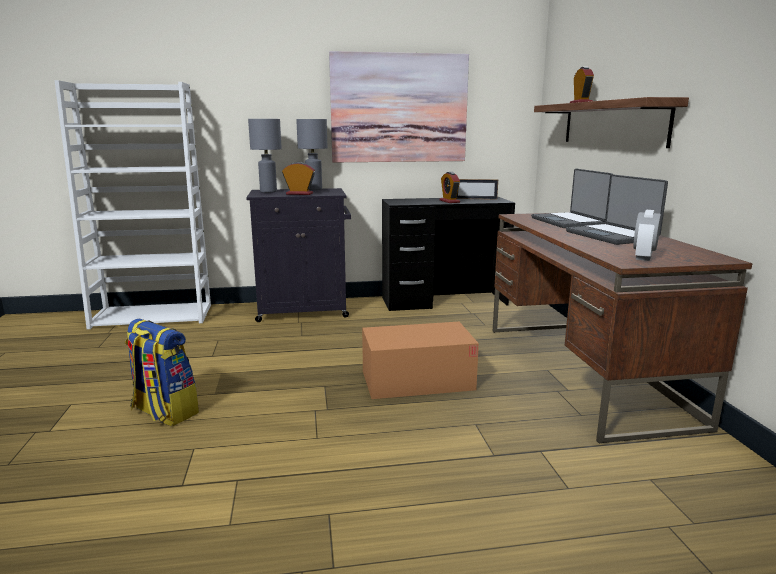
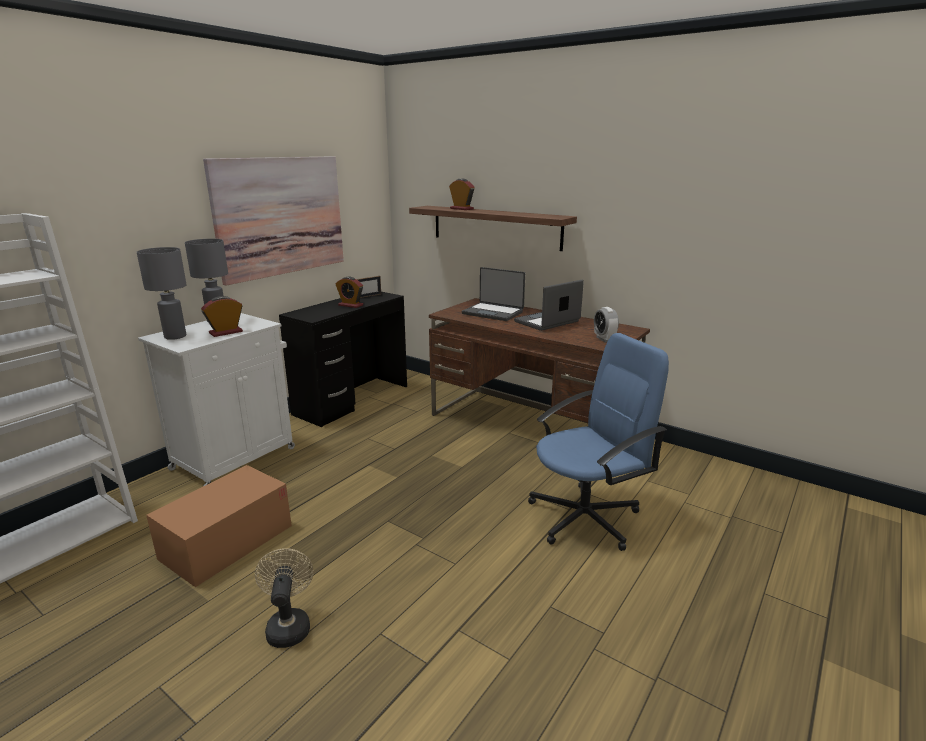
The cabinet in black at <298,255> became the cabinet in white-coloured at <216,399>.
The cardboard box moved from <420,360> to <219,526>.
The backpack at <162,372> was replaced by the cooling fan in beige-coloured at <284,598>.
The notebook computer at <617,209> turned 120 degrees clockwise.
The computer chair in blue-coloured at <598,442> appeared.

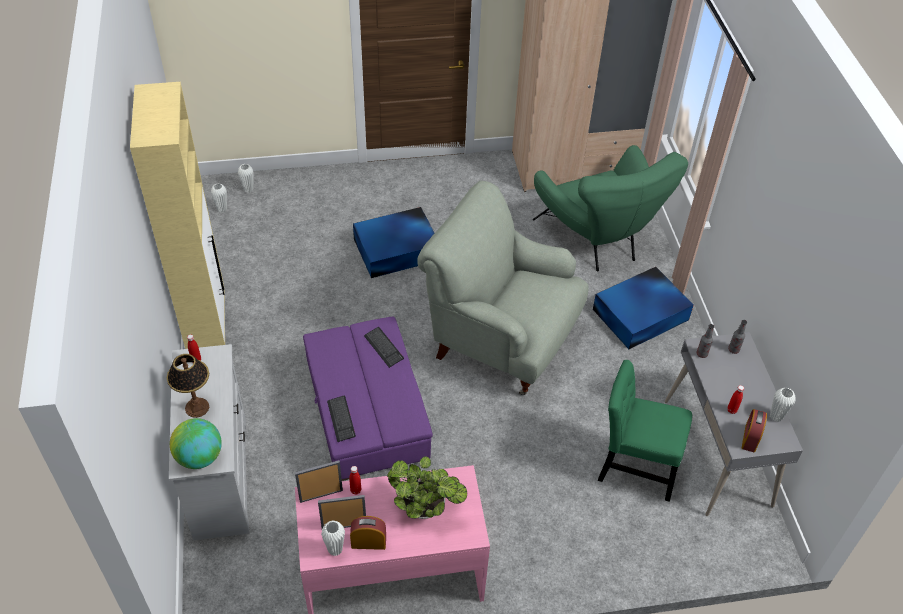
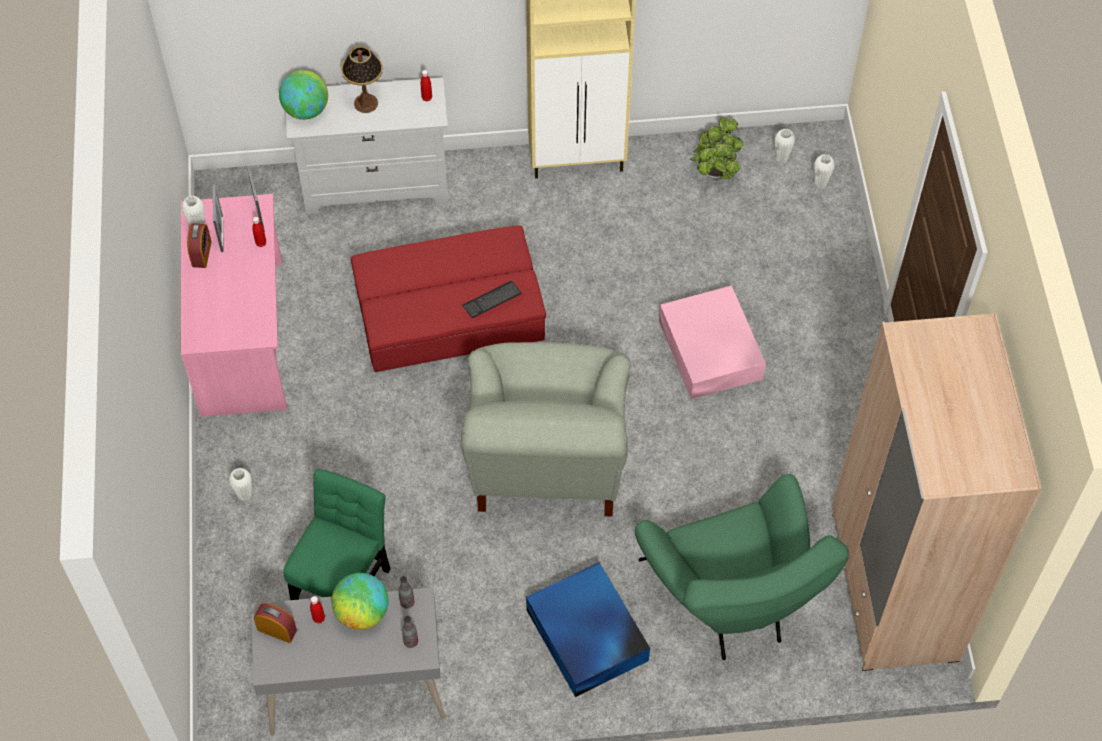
The decorative vase in white-coloured moved from <783,404> to <240,484>.
The world globe at <360,601> appeared.
The pouffe in purplish at <368,398> became the pouffe in red-coloured at <448,298>.
The easy chair in grey at <503,288> turned 150 degrees clockwise.
The easy chair in green at <610,208> turned 90 degrees counterclockwise.
The storage container in blue-coloured at <393,242> became the storage container in pink at <712,342>.
The potted plant moved from <427,487> to <716,148>.
The PC keyboard at <341,418> disappeared.

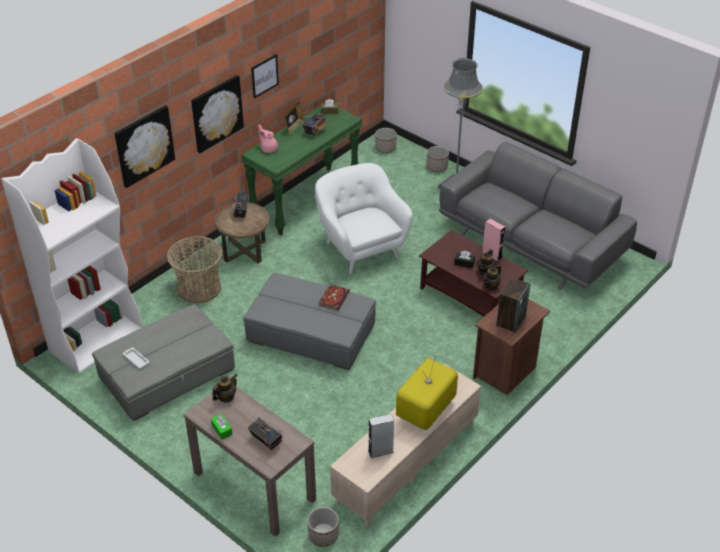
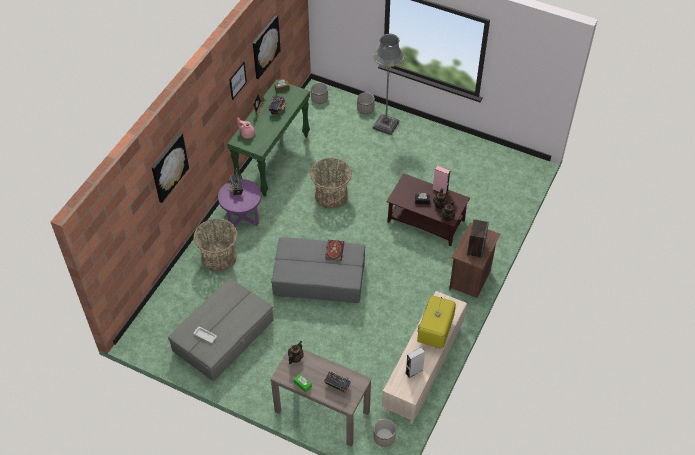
The side table in brown at <242,233> became the side table in purplish at <239,203>.
The picture moved from <217,114> to <267,47>.
The easy chair in white-coloured at <364,218> was replaced by the storage basket at <331,183>.
The shelving unit in white-coloured at <72,256> disappeared.
The sofa in grey at <538,216> disappeared.

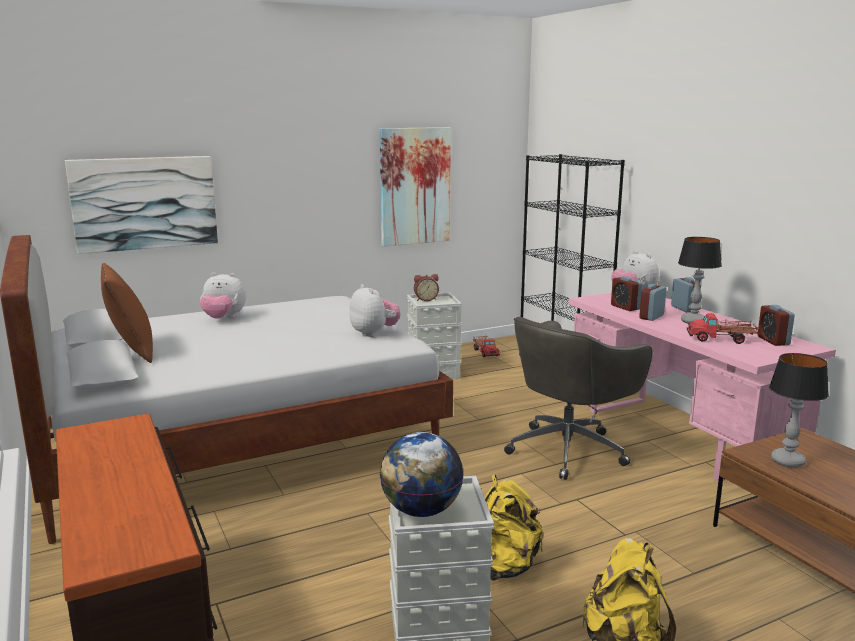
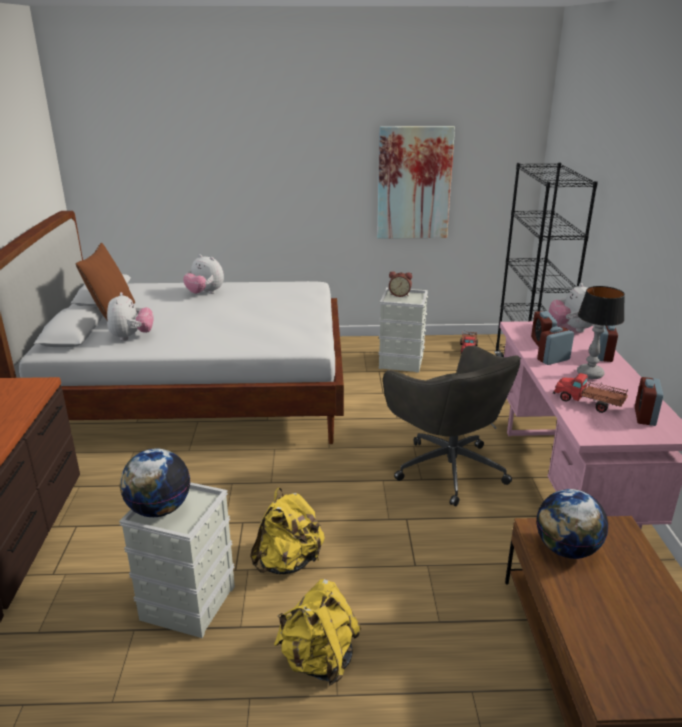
The plush toy moved from <374,310> to <130,316>.
The computer chair in grey at <578,398> turned 105 degrees counterclockwise.
The lamp for a table at <799,410> was replaced by the world globe at <572,524>.
The picture at <141,205> disappeared.

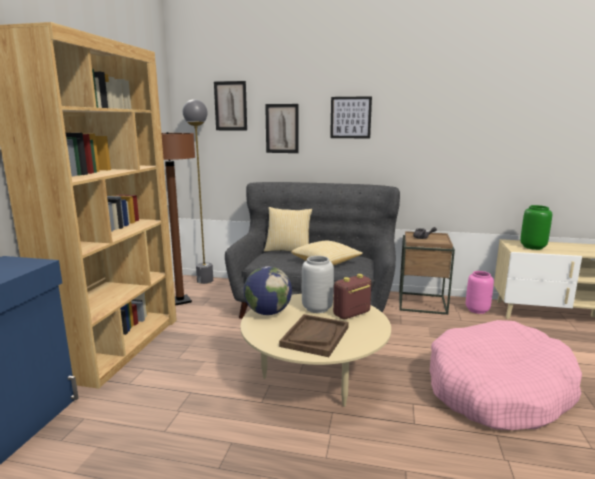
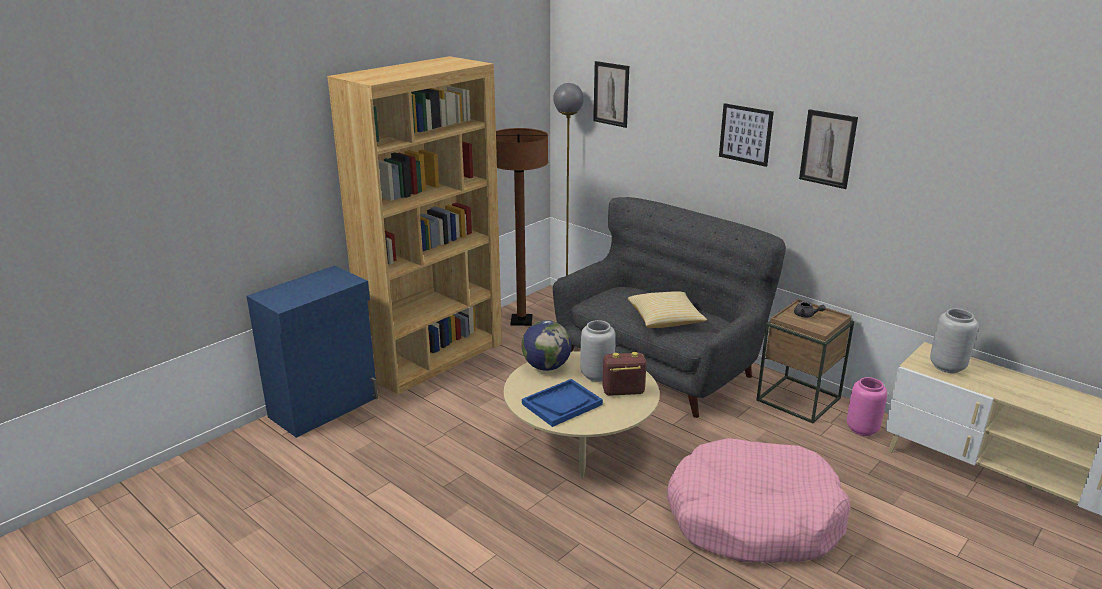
The tray in brown at <314,335> became the tray in blue-coloured at <562,403>.
The picture moved from <282,128> to <828,149>.
The decorative vase in green at <536,227> became the decorative vase in grey at <954,340>.
The pillow at <288,229> disappeared.

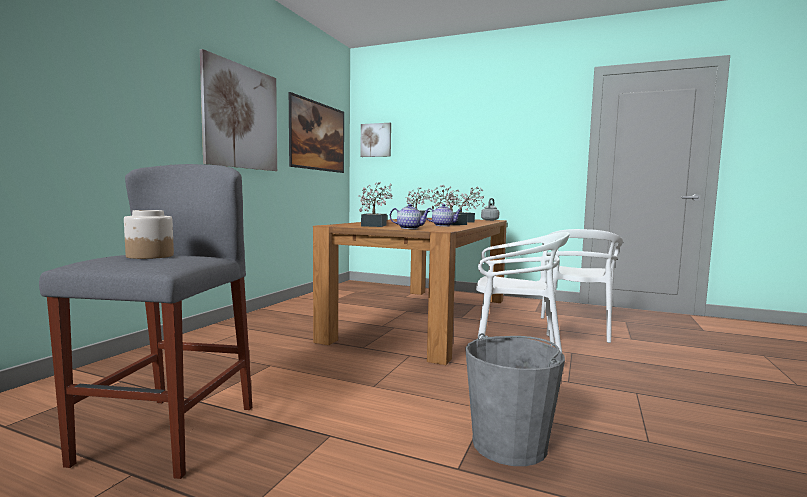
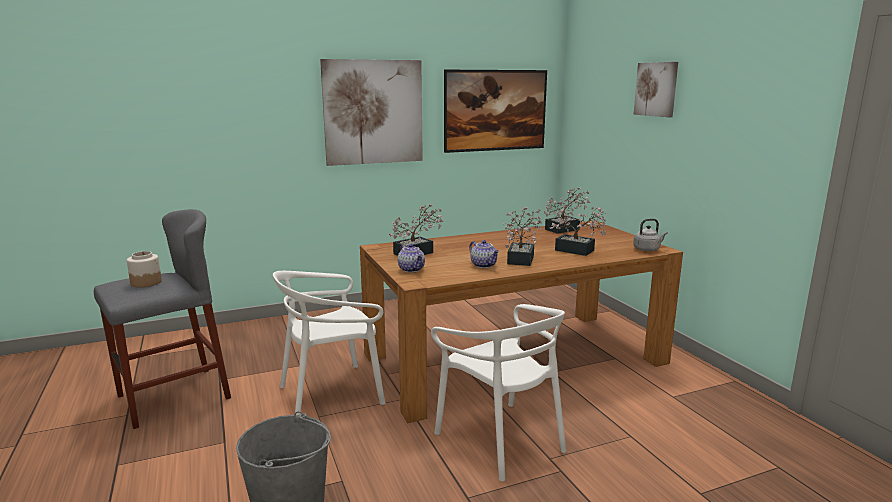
The plain chair in white-coloured moved from <582,286> to <329,343>.
The picture moved from <375,140> to <655,89>.

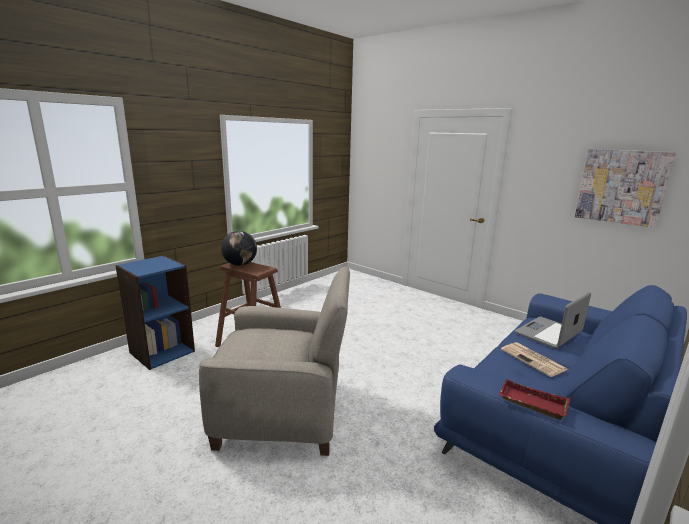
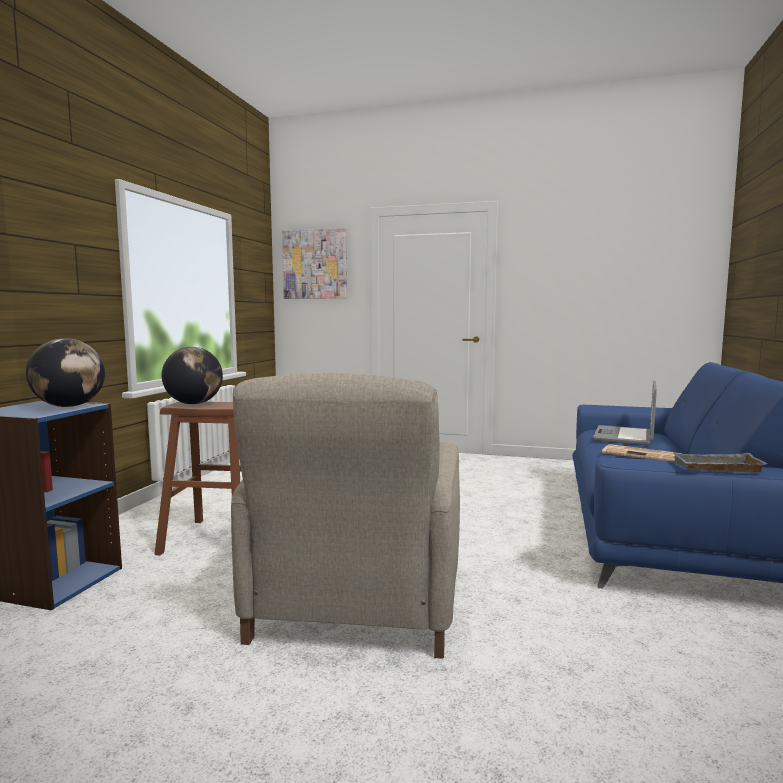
The world globe at <65,372> appeared.
The easy chair in beige-coloured at <274,361> turned 120 degrees clockwise.
The picture moved from <625,188> to <314,263>.
The tray in red-coloured at <534,399> became the tray in grey at <720,462>.

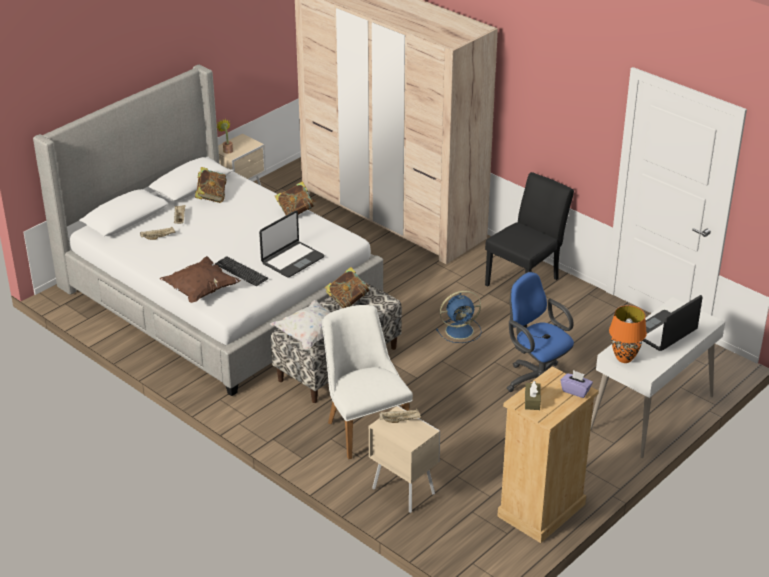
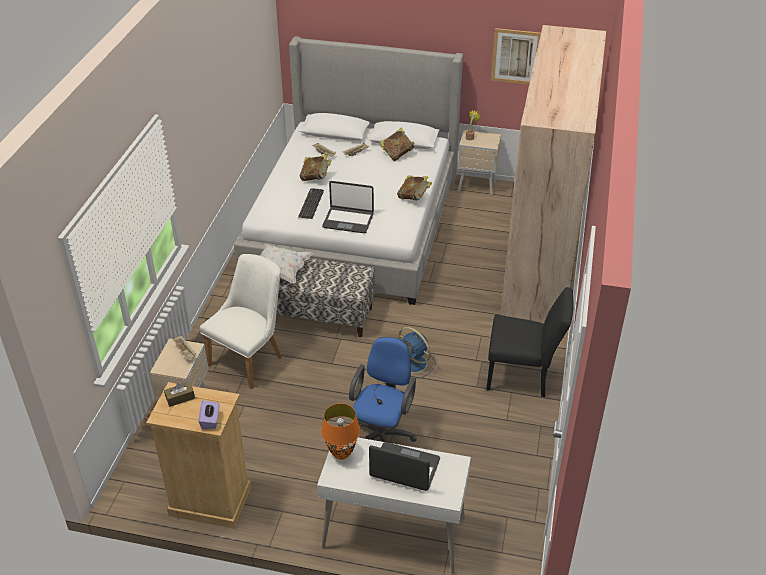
The book moved from <347,287> to <315,168>.
The picture at <516,56> appeared.
The pillow in brown at <200,279> disappeared.

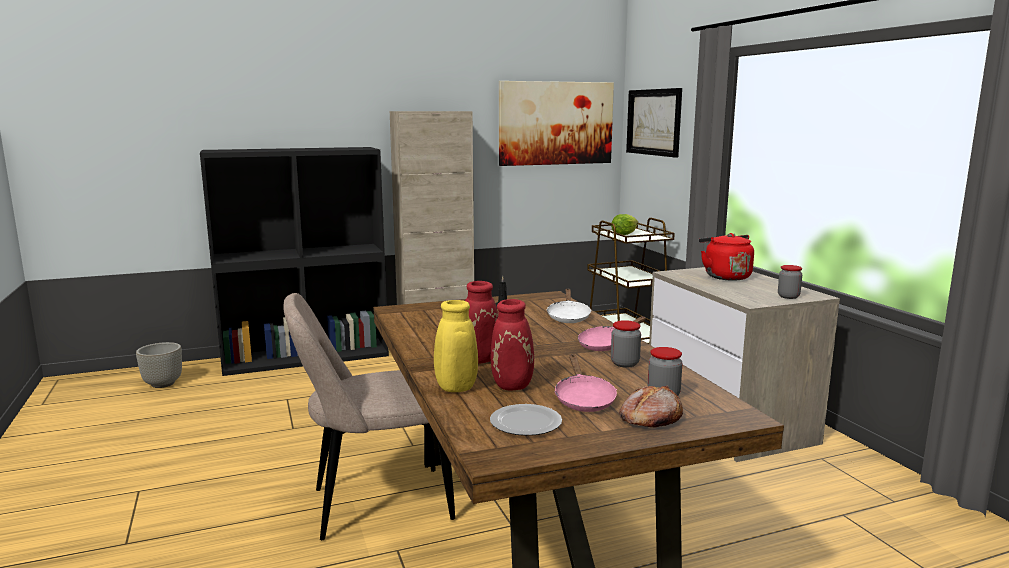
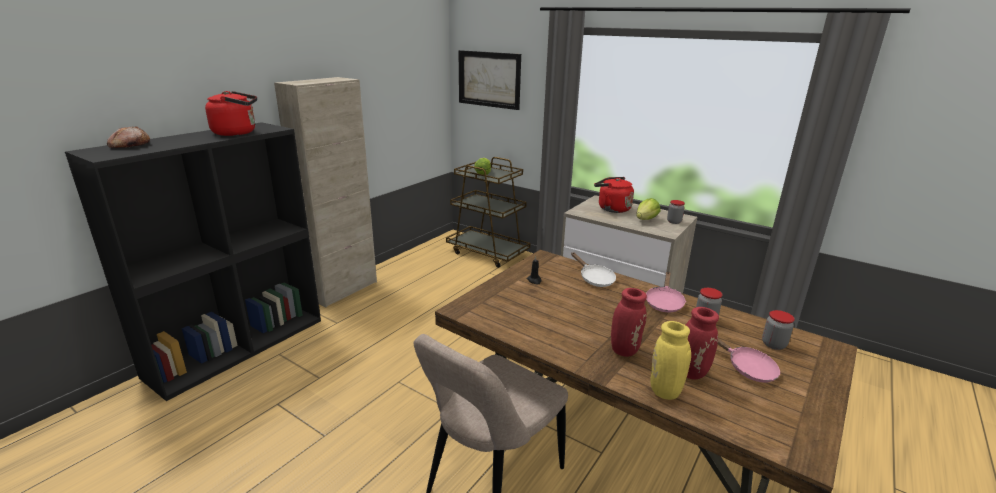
The bread moved from <651,406> to <128,137>.
The water kettle in red-coloured at <231,113> appeared.
The lettuce head at <648,209> appeared.
The planter in grey at <159,365> disappeared.
The plate at <526,420> disappeared.
The picture at <556,123> disappeared.

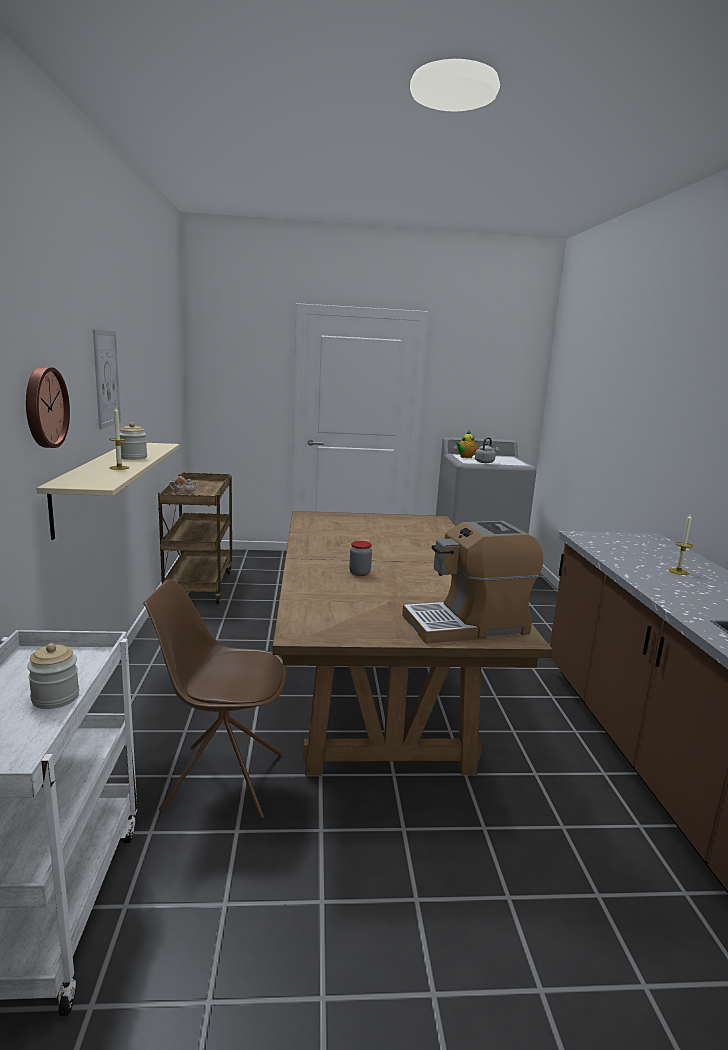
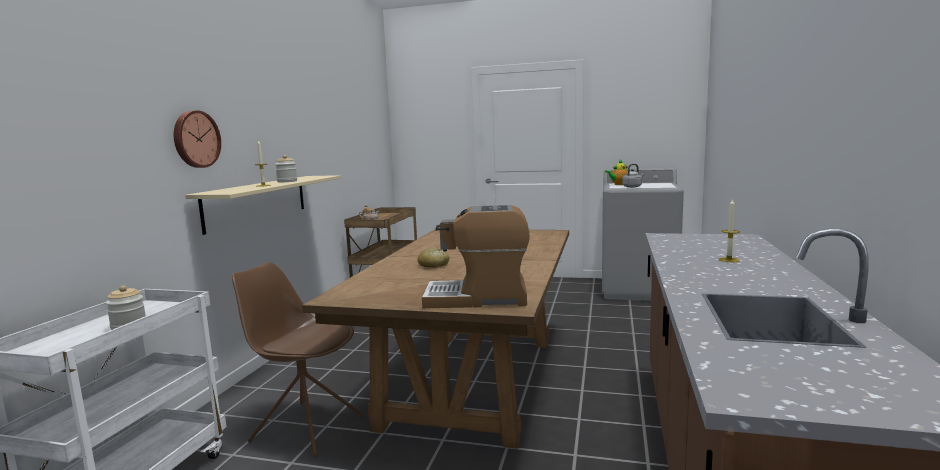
The storage jar at <360,558> was replaced by the bread at <434,257>.
The picture at <107,379> disappeared.

